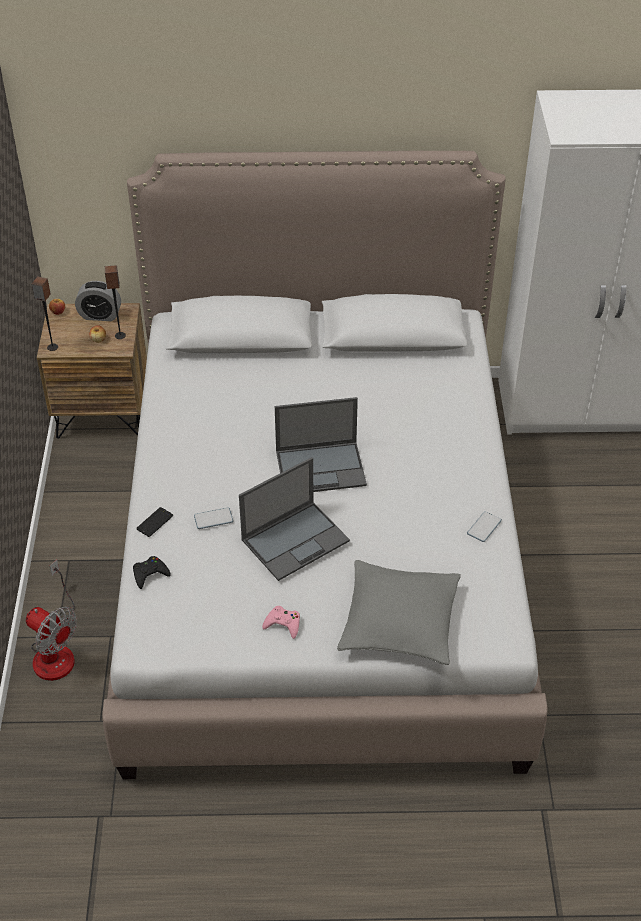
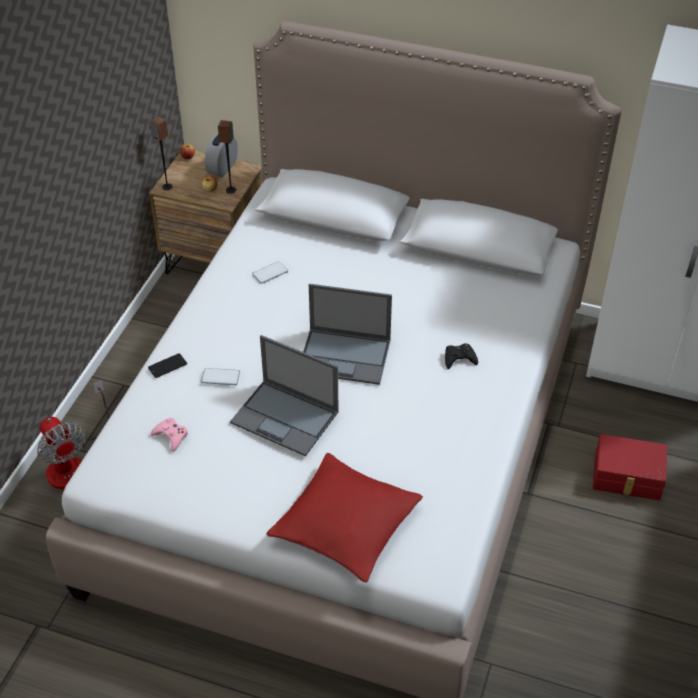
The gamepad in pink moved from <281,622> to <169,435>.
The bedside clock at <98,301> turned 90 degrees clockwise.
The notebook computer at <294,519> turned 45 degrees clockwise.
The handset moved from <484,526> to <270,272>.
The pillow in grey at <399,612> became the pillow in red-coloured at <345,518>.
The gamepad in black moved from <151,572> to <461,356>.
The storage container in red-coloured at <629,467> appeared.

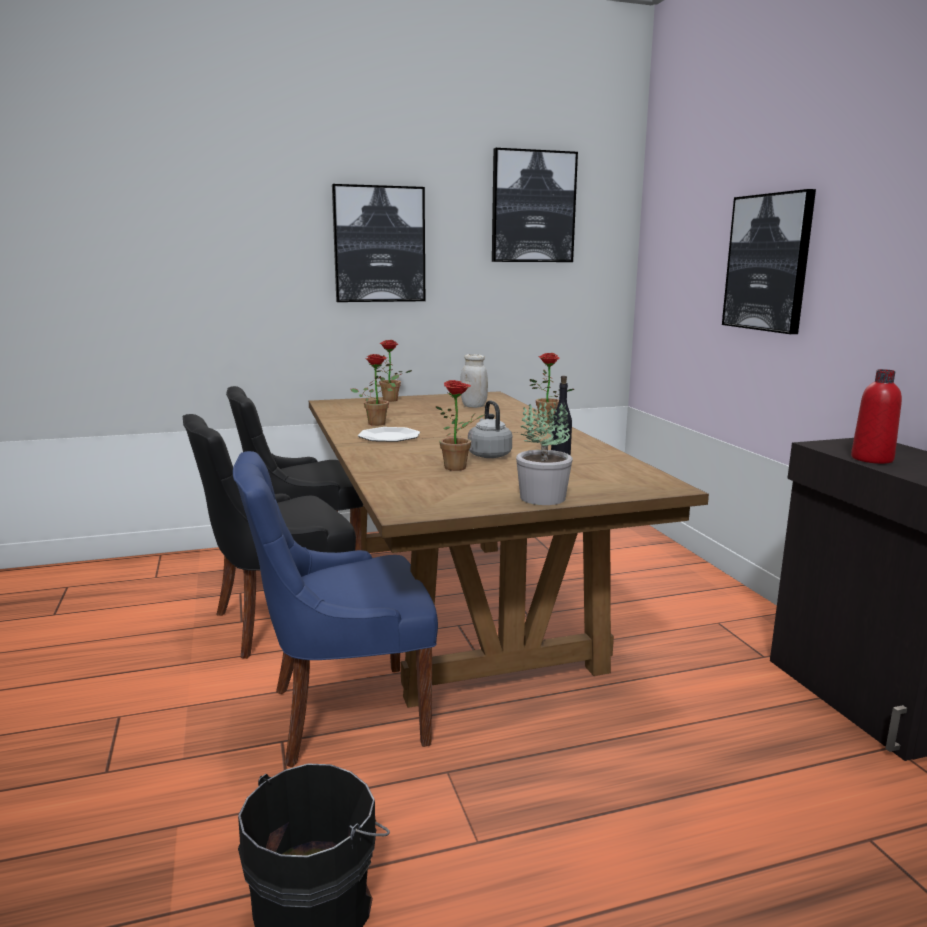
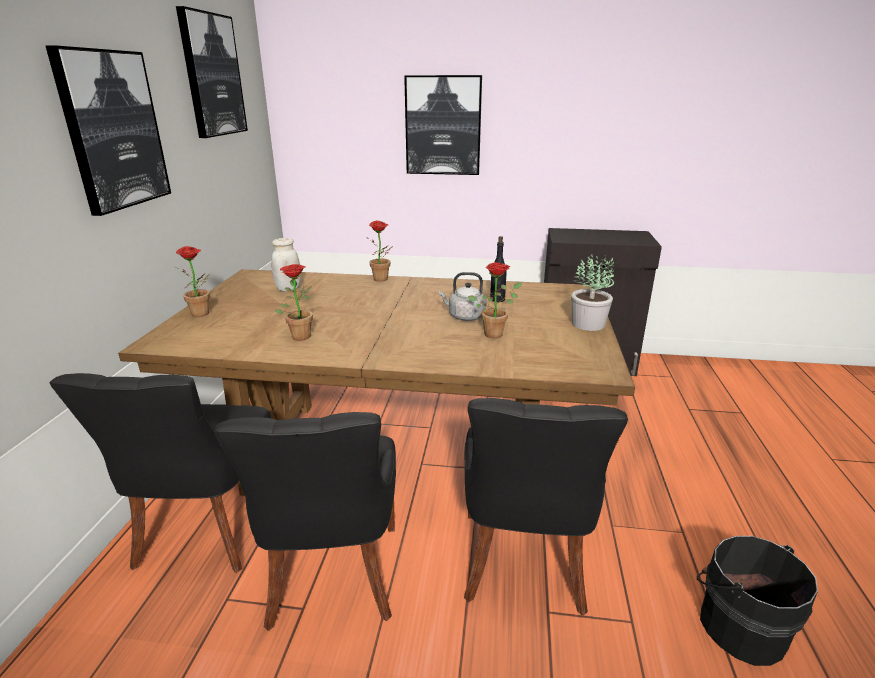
The plain chair in blue-coloured at <335,609> became the plain chair in black at <546,507>.
The plate at <389,434> disappeared.
The beverage bottle in red-coloured at <876,416> disappeared.

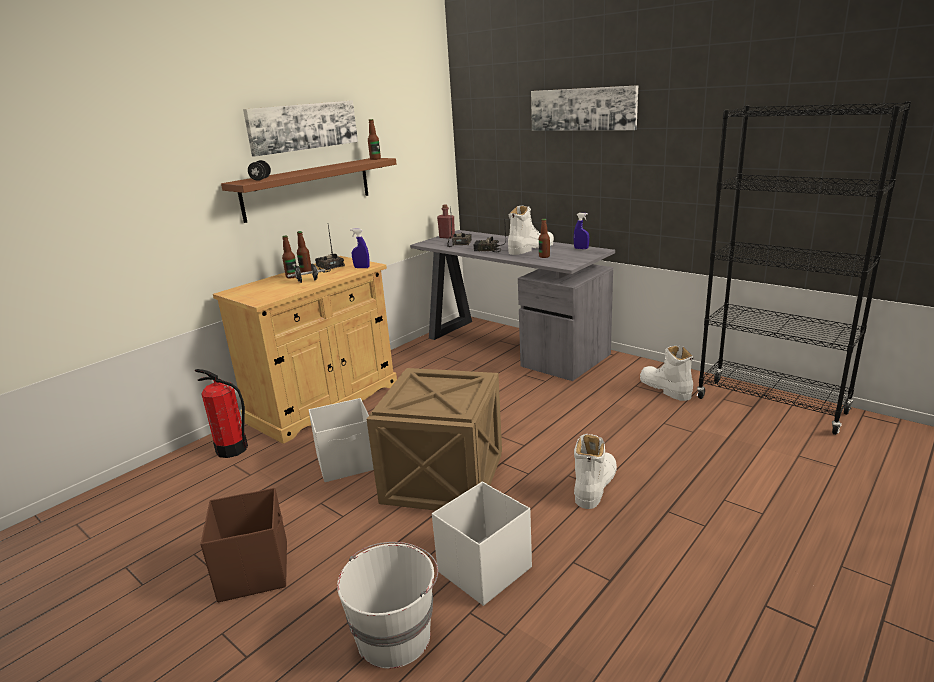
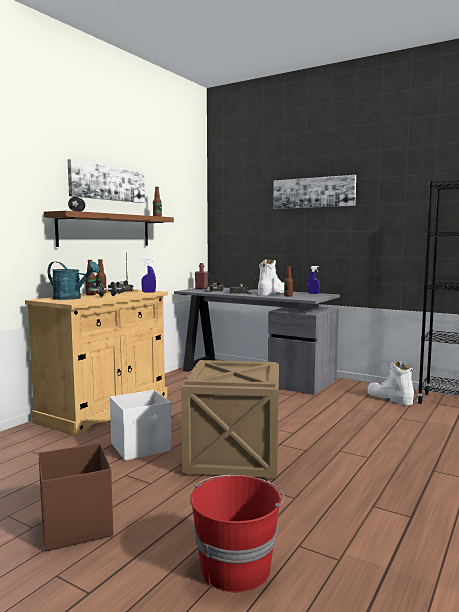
The watering pot in turquoise at <74,281> appeared.
The water bucket in white-coloured at <387,605> became the water bucket in red-coloured at <237,533>.
The fire-fighting cylinder at <221,413> disappeared.
The storage container in white-coloured at <482,544> disappeared.
The boot in white-coloured at <595,471> disappeared.

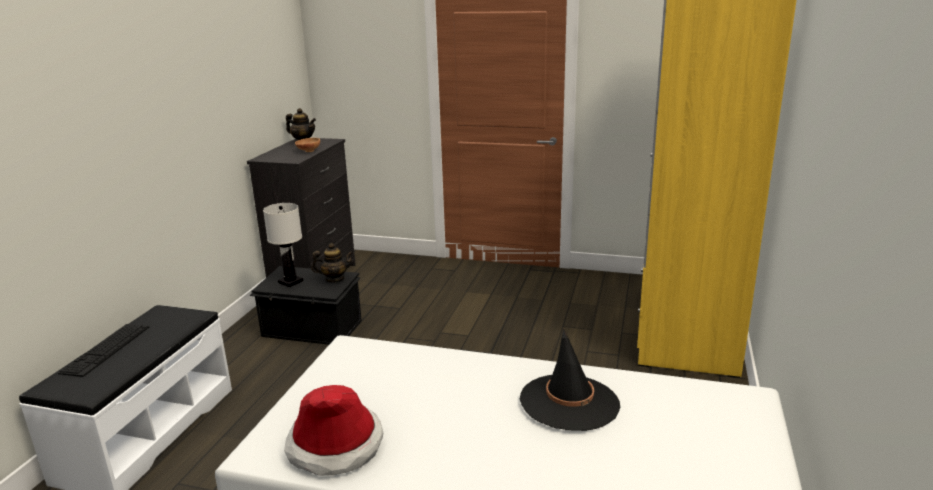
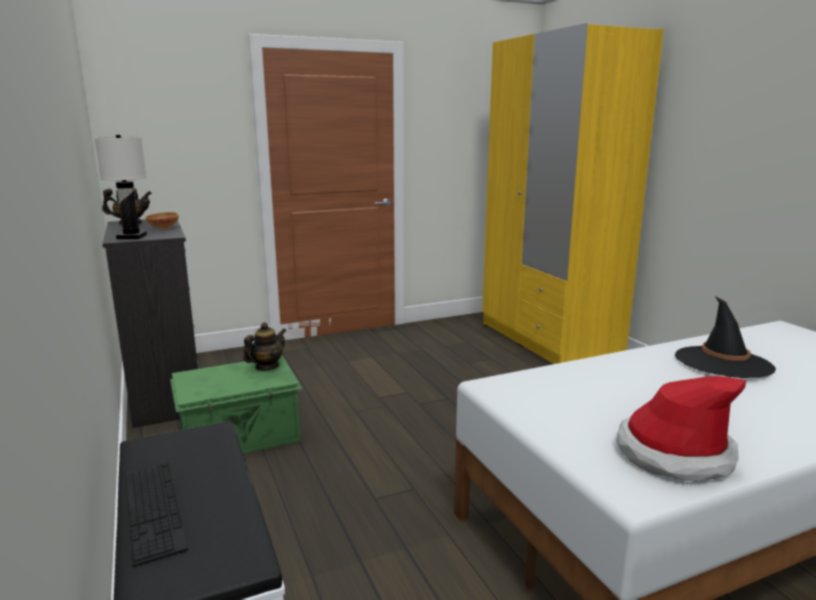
The lamp for a table in white-coloured moved from <283,245> to <121,187>.
The storage container in black at <305,305> became the storage container in green at <236,404>.

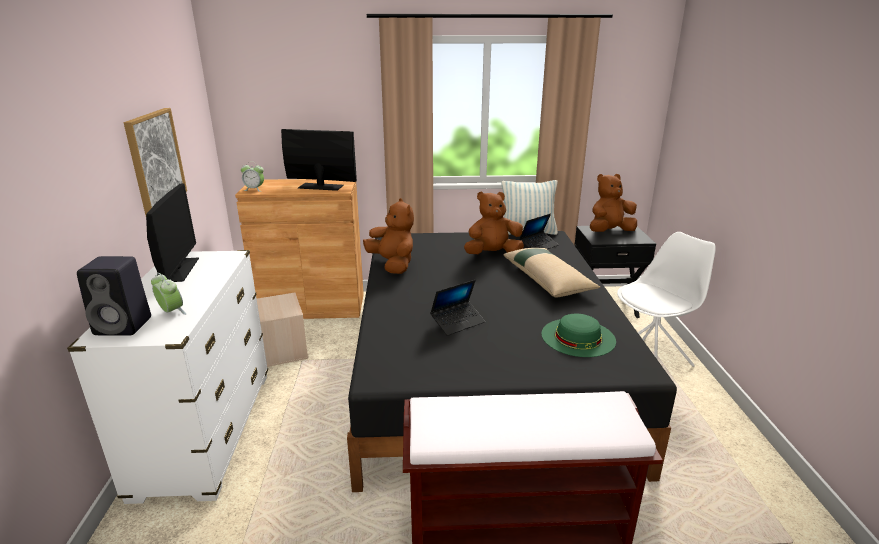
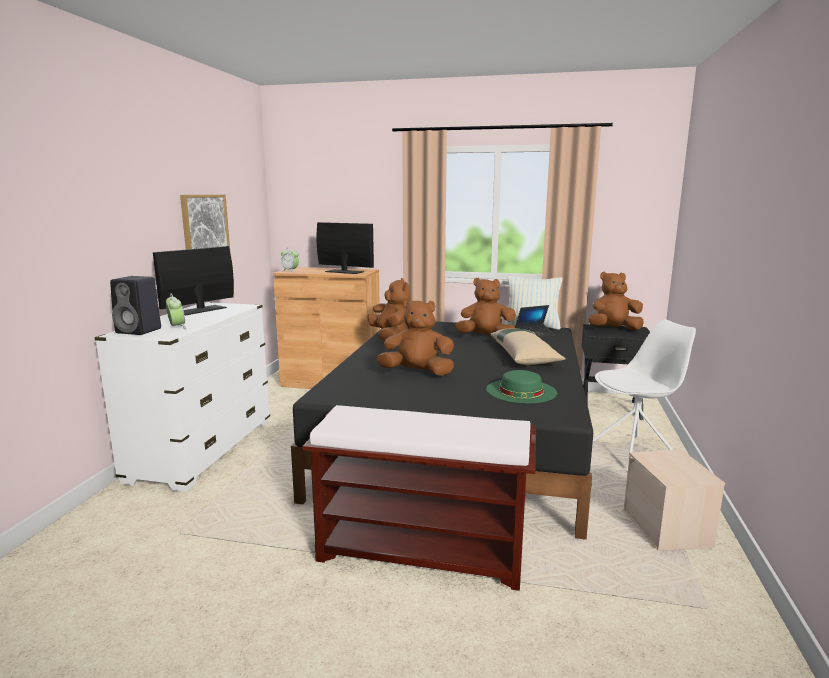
The computer display at <172,232> turned 150 degrees counterclockwise.
The notebook computer at <457,308> was replaced by the plush toy in brown at <415,337>.
The storage container in beige-coloured moved from <282,329> to <674,500>.

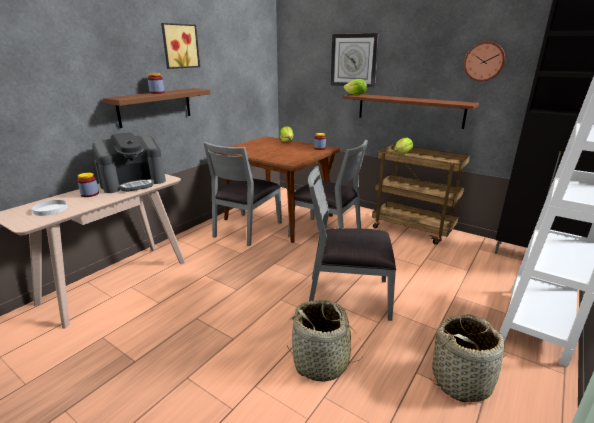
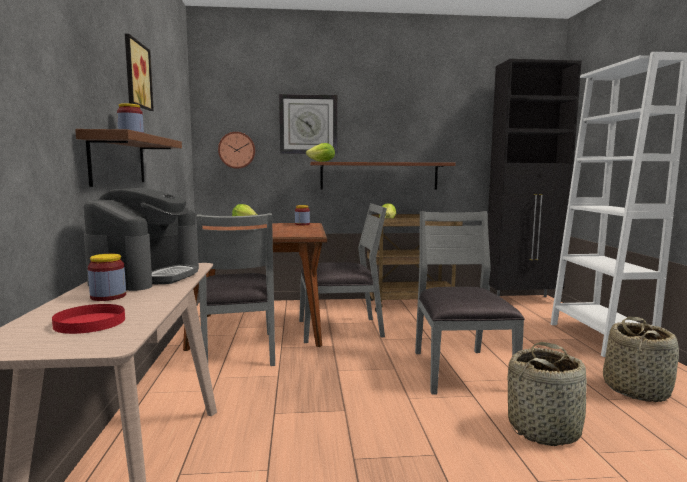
The plate in white-coloured at <49,208> became the plate in red-coloured at <88,319>.
The clock on the wall moved from <484,62> to <236,150>.
The plain chair in grey at <352,243> turned 120 degrees clockwise.

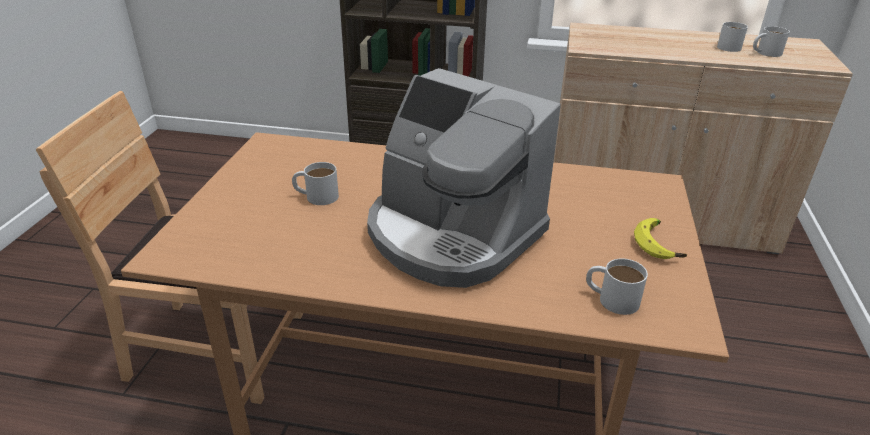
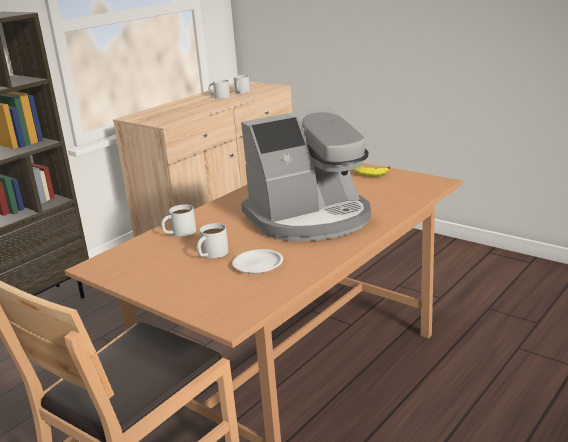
The mug in white-coloured moved from <617,286> to <178,220>.
The plate in white-coloured at <257,261> appeared.

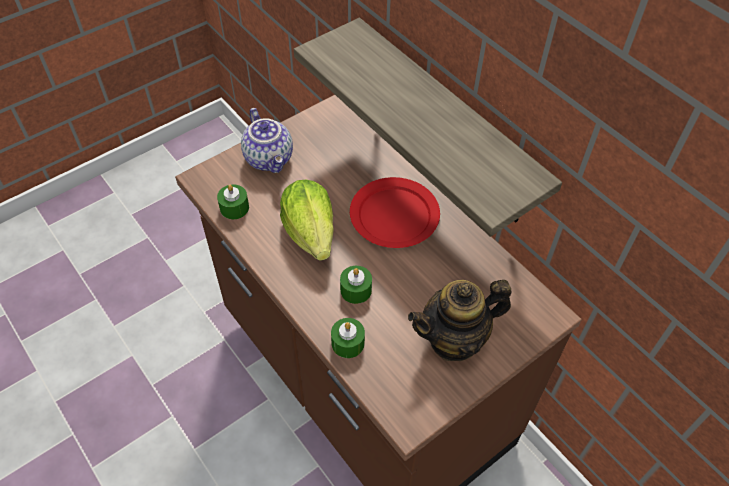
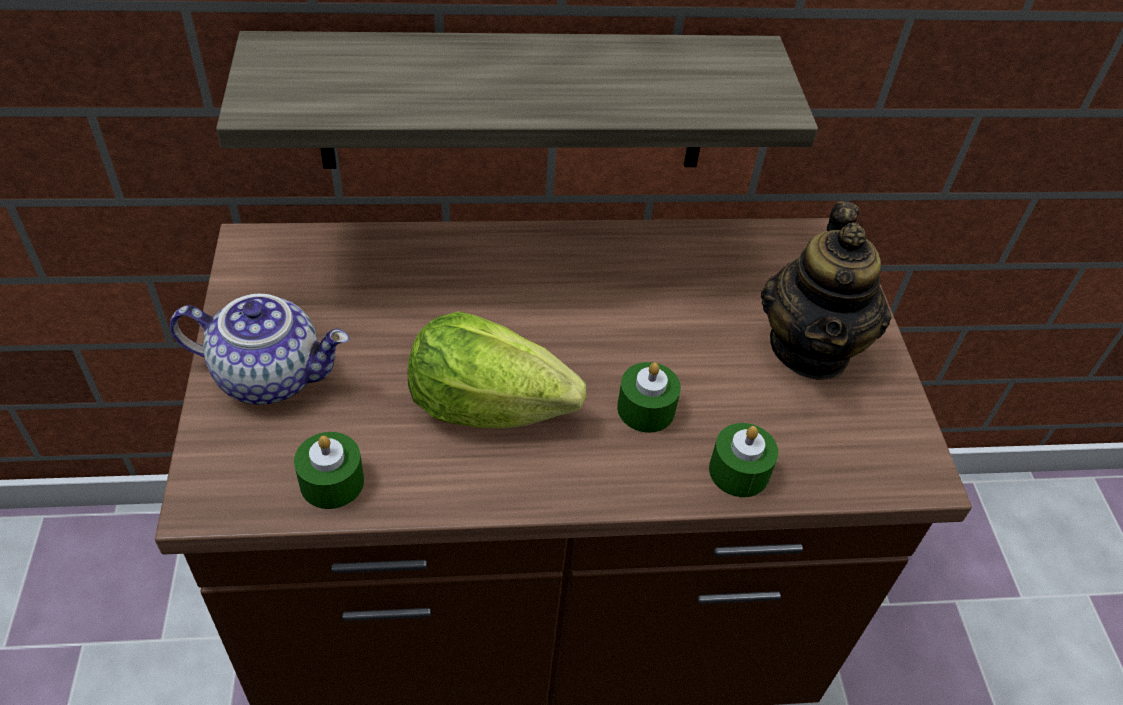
The plate in red-coloured at <395,212> disappeared.

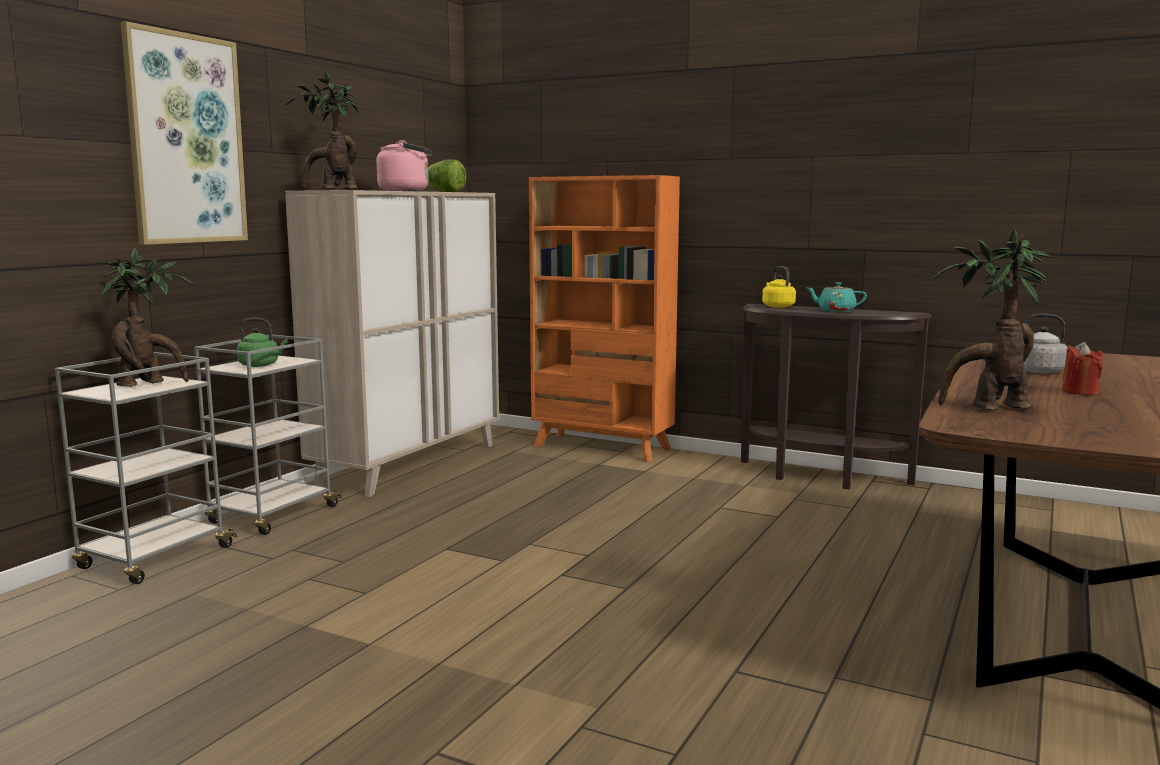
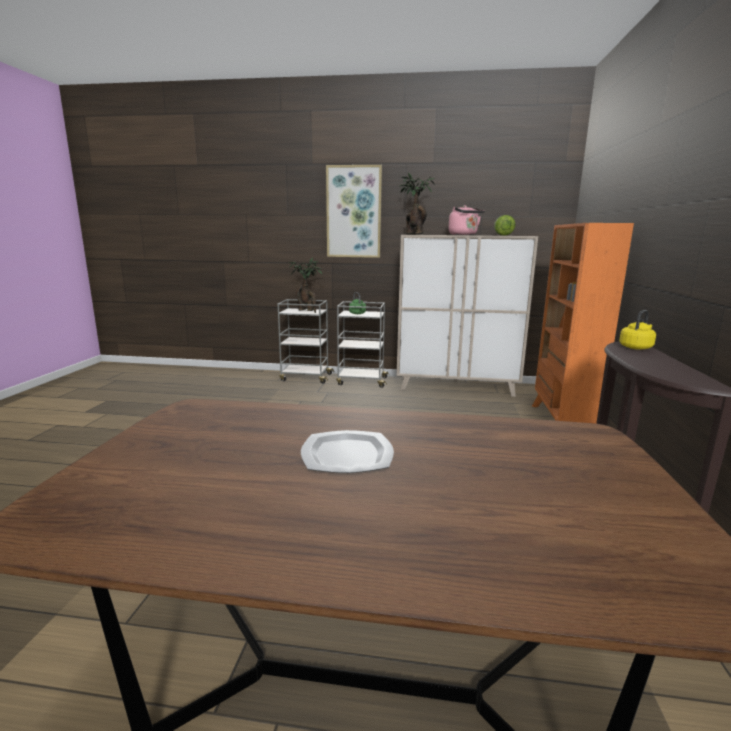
The candle in red-coloured at <1082,369> was replaced by the plate at <347,451>.
The teapot in turquoise at <837,297> disappeared.
The potted plant at <991,319> disappeared.
The water kettle in grey at <1054,343> disappeared.

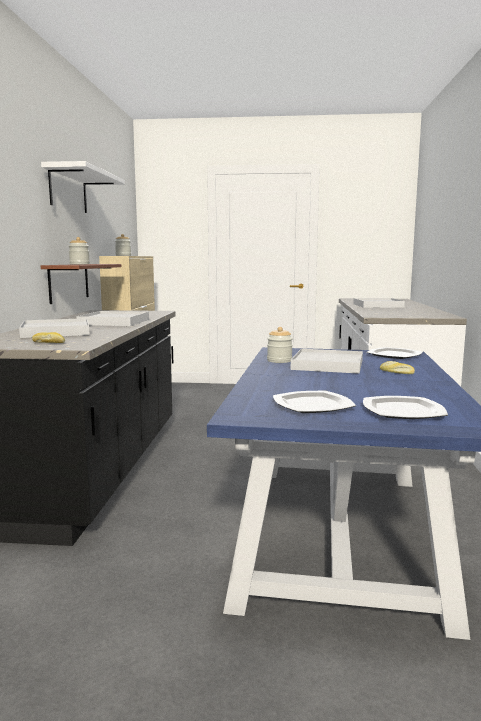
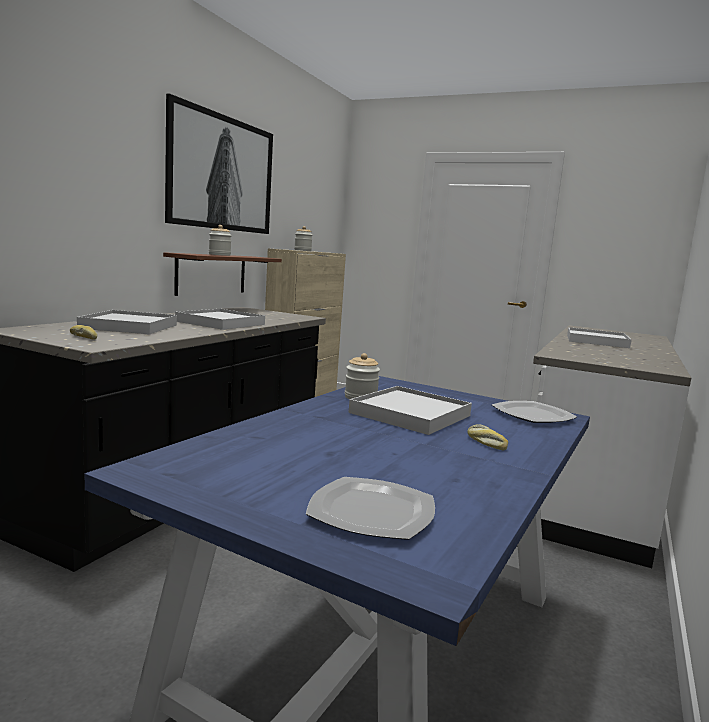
The bracket shelf in white-coloured at <83,187> was replaced by the picture at <219,163>.
The plate at <314,402> disappeared.

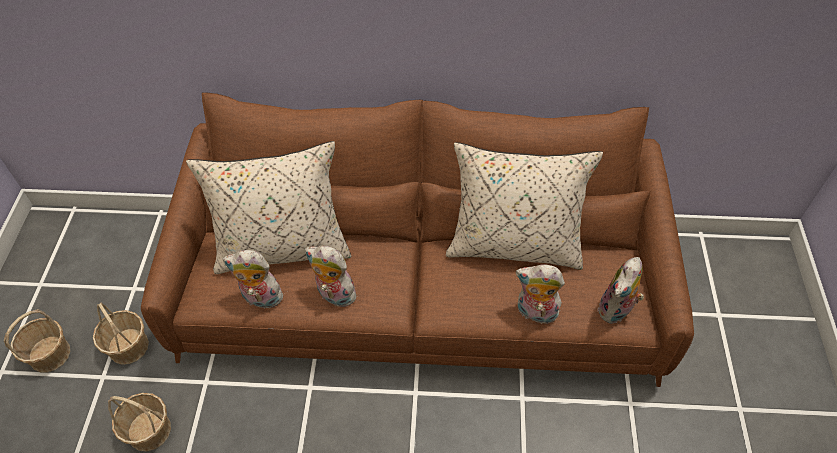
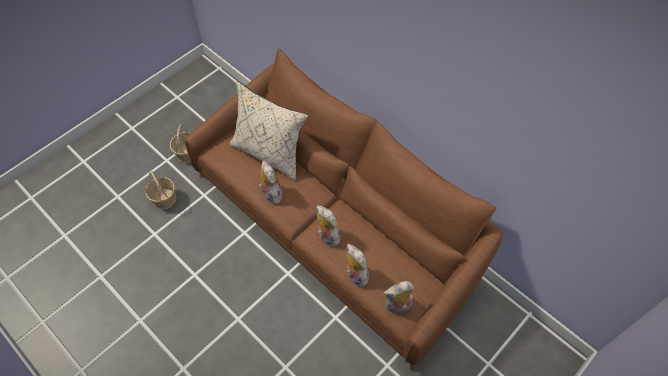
The plush toy moved from <254,281> to <329,225>.
The storage basket at <37,340> disappeared.
The pillow in beige-coloured at <524,206> disappeared.

